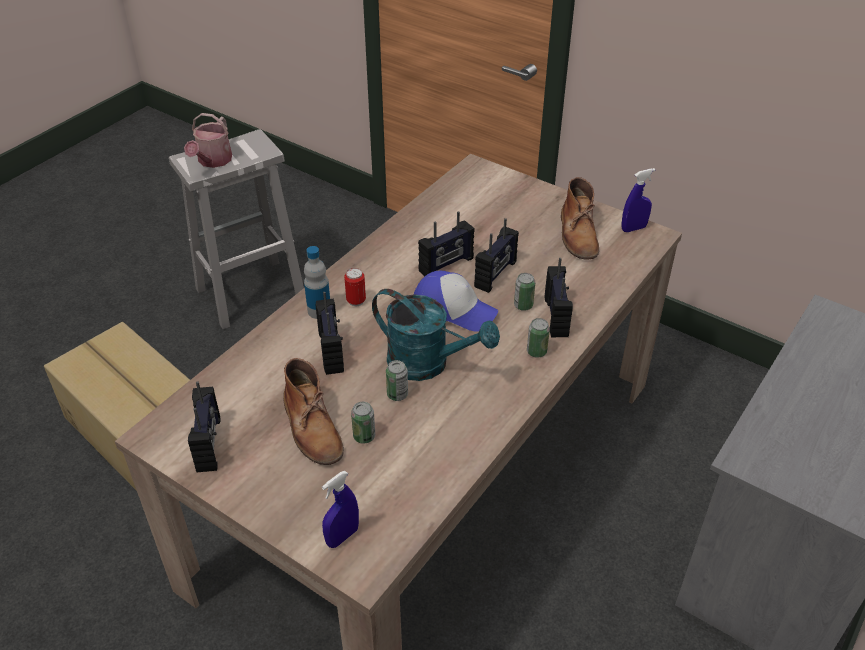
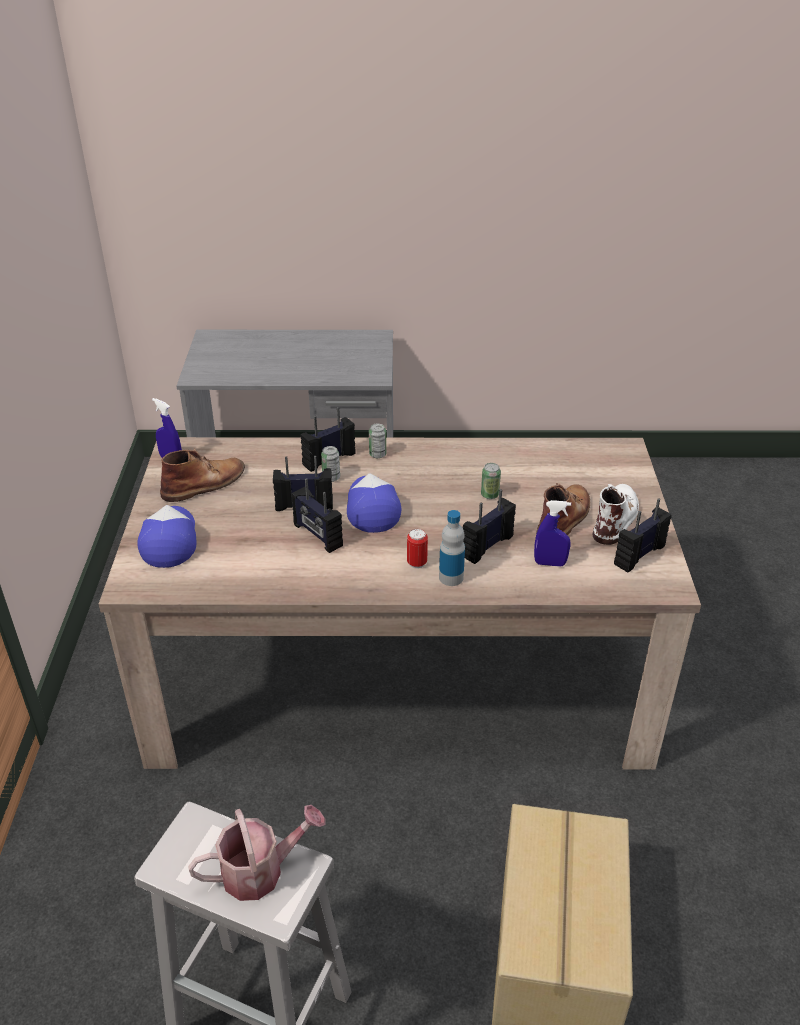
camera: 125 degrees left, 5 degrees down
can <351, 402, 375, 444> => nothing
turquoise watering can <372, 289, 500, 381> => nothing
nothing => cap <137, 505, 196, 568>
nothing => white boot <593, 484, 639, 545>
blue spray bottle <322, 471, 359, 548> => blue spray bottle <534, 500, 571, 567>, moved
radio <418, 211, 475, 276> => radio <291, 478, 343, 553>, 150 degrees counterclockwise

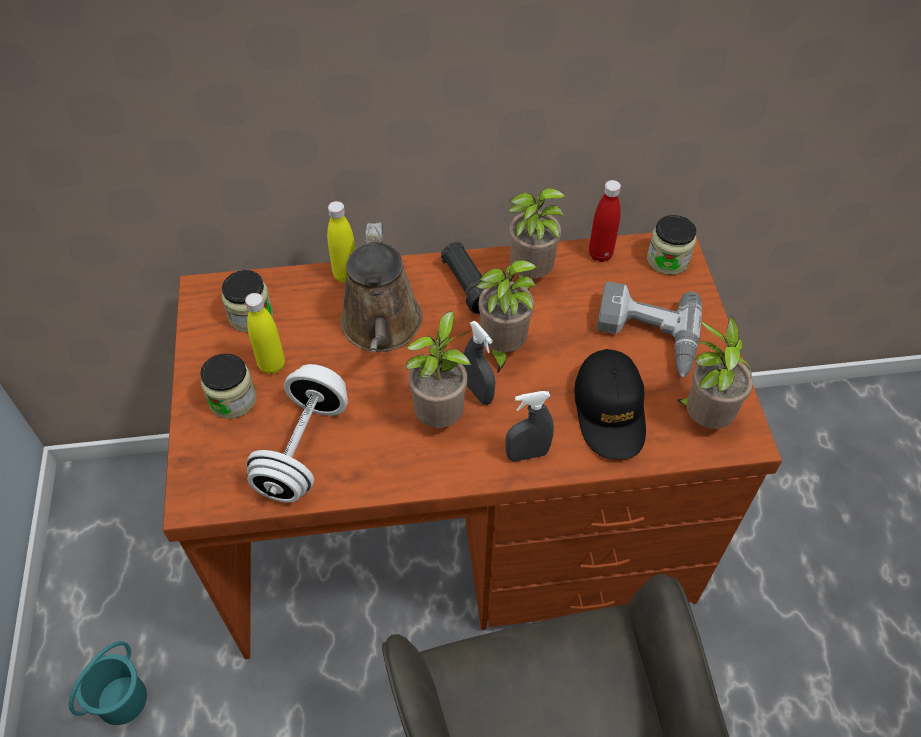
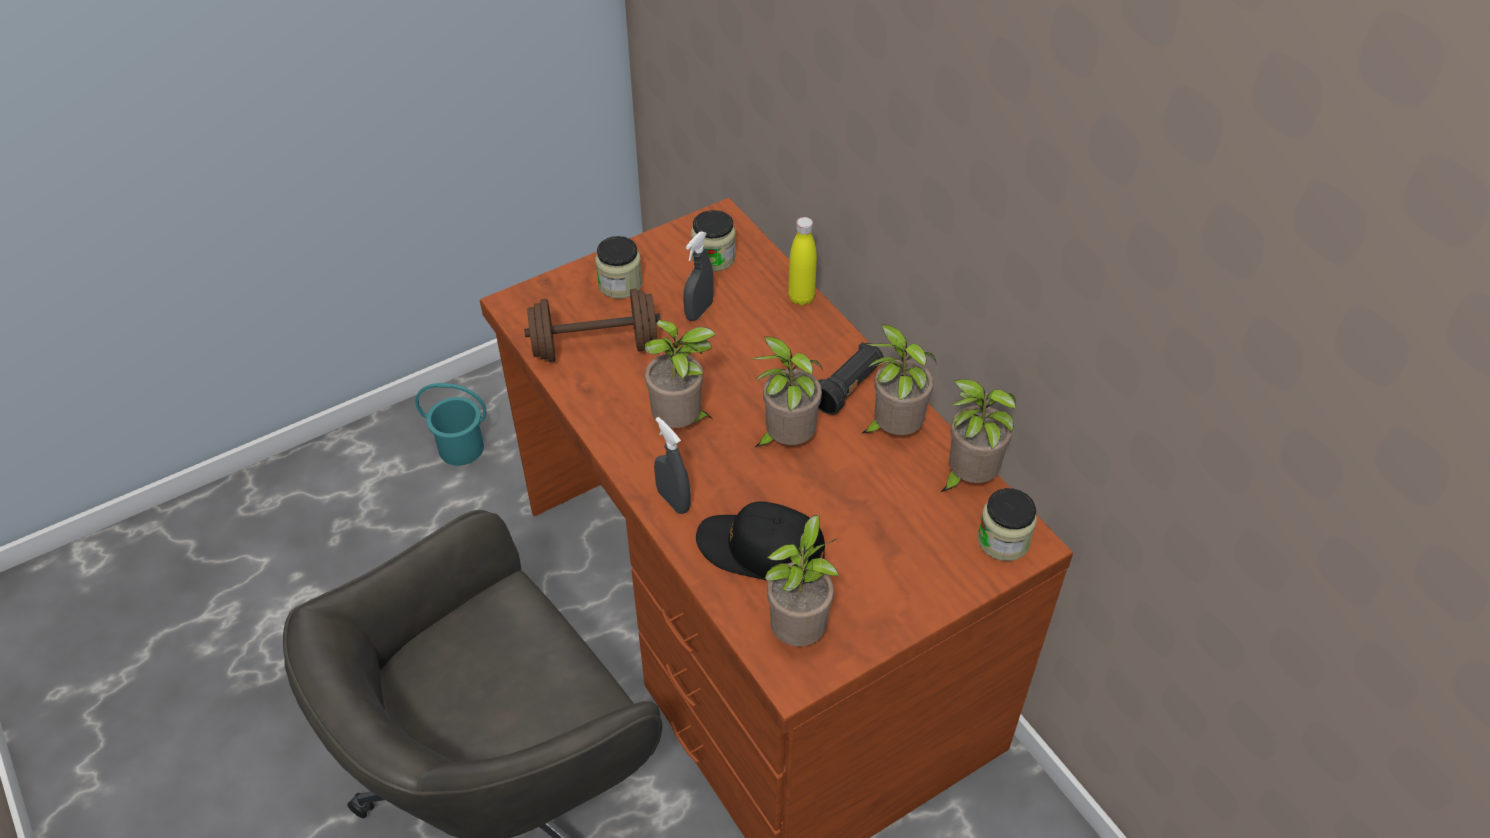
camera: 65 degrees right, 5 degrees down
yellow bottle <245, 293, 285, 374> => nothing
brown watering can <341, 223, 422, 352> => nothing
power drill <597, 282, 702, 377> => nothing
grey spray bottle <463, 321, 495, 405> => grey spray bottle <683, 231, 714, 321>, moved
red bottle <589, 180, 621, 262> => potted plant <941, 379, 1016, 492>
white dumbbell <246, 364, 348, 503> => brown dumbbell <524, 289, 660, 362>
black cap <575, 349, 646, 459> => black cap <696, 501, 825, 580>, 45 degrees clockwise

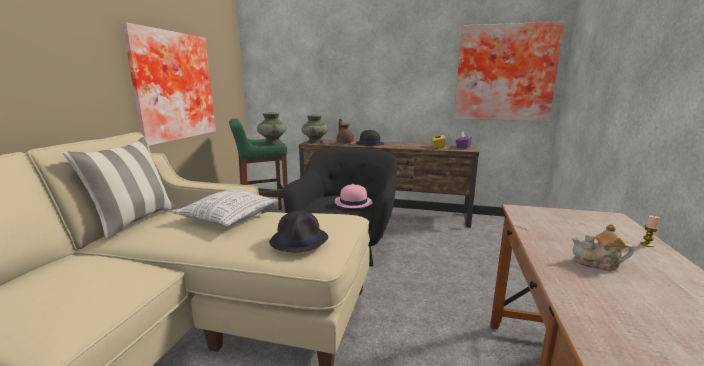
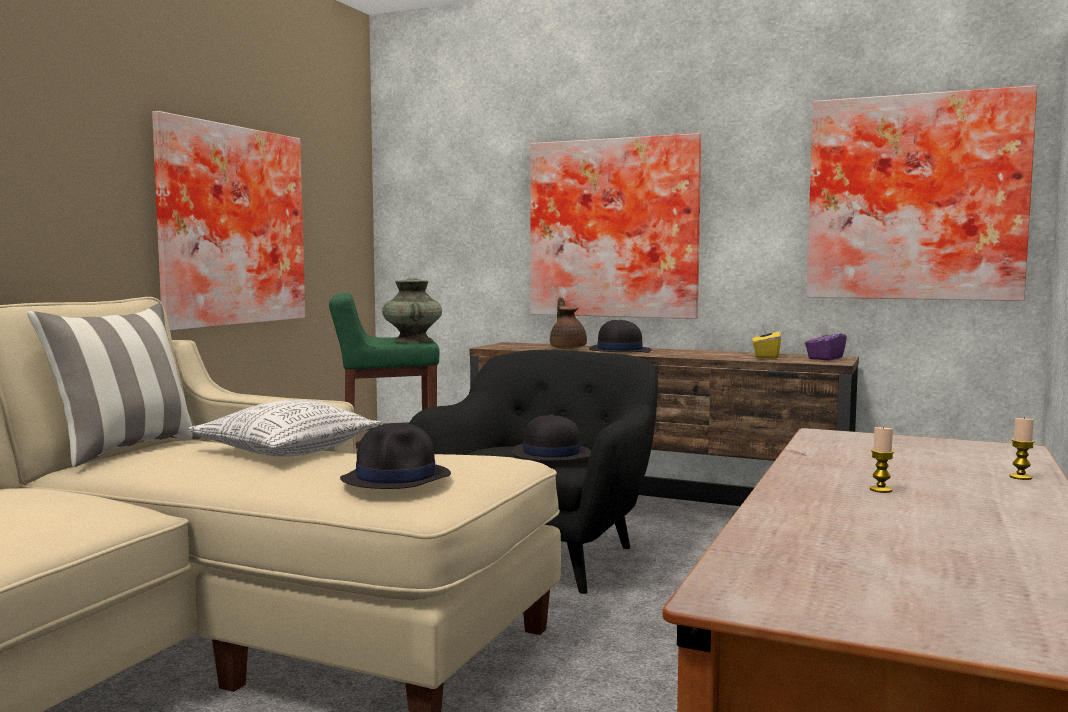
camera: 10 degrees right, 10 degrees down
turquoise vase <301, 114, 328, 144> => nothing
nothing => picture <530, 133, 701, 319>
teapot <571, 224, 634, 271> => candle <870, 426, 894, 493>
pink hat <335, 184, 373, 208> => black hat <512, 414, 591, 461>

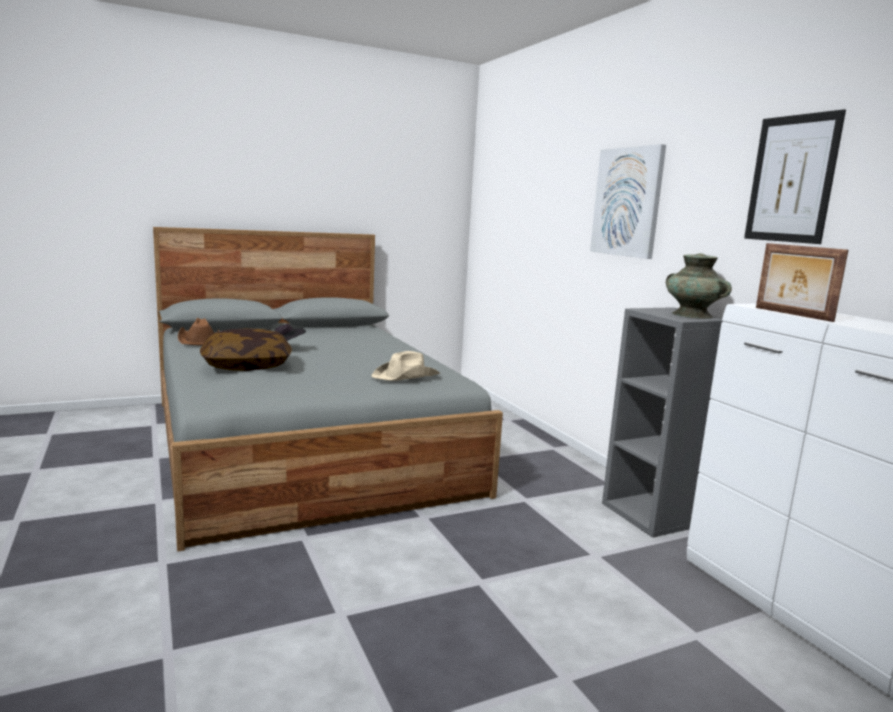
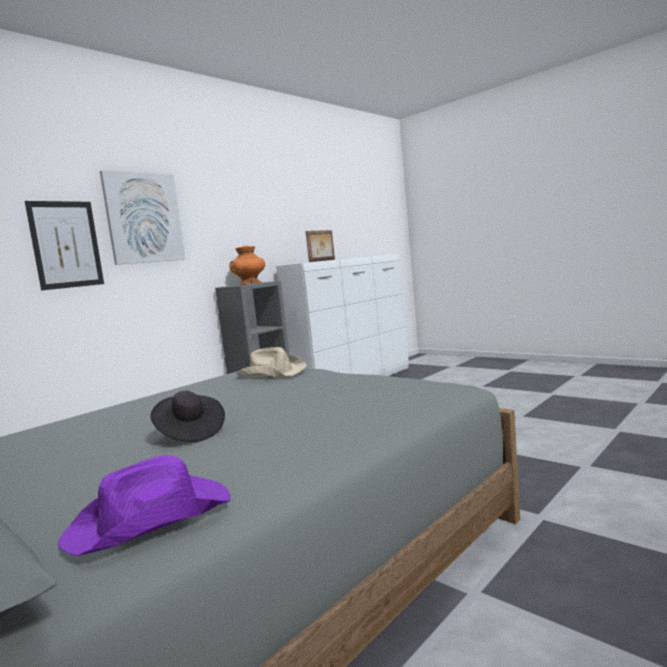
camera: 110 degrees left, 5 degrees down
pillow <200, 328, 292, 371> => nothing
picture <744, 109, 846, 244> => picture <25, 201, 104, 290>, moved
brown hat <178, 318, 219, 345> => purple hat <58, 455, 230, 556>
turquoise vase <665, 253, 732, 319> => orange vase <229, 245, 266, 285>

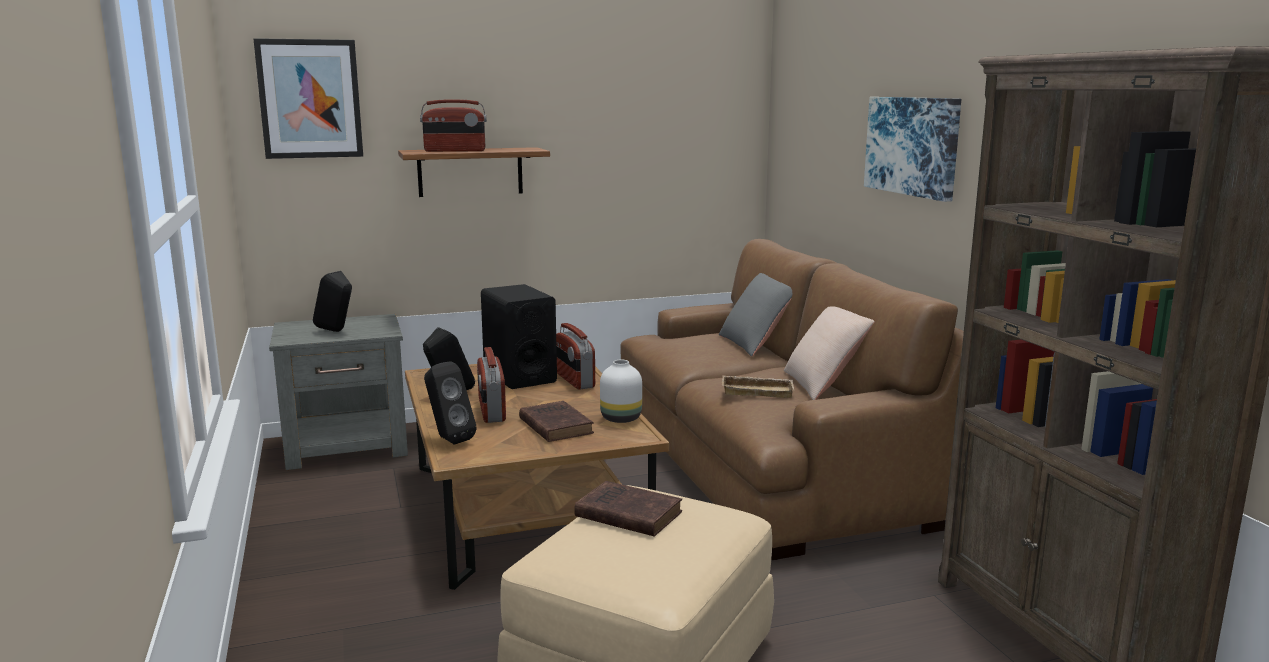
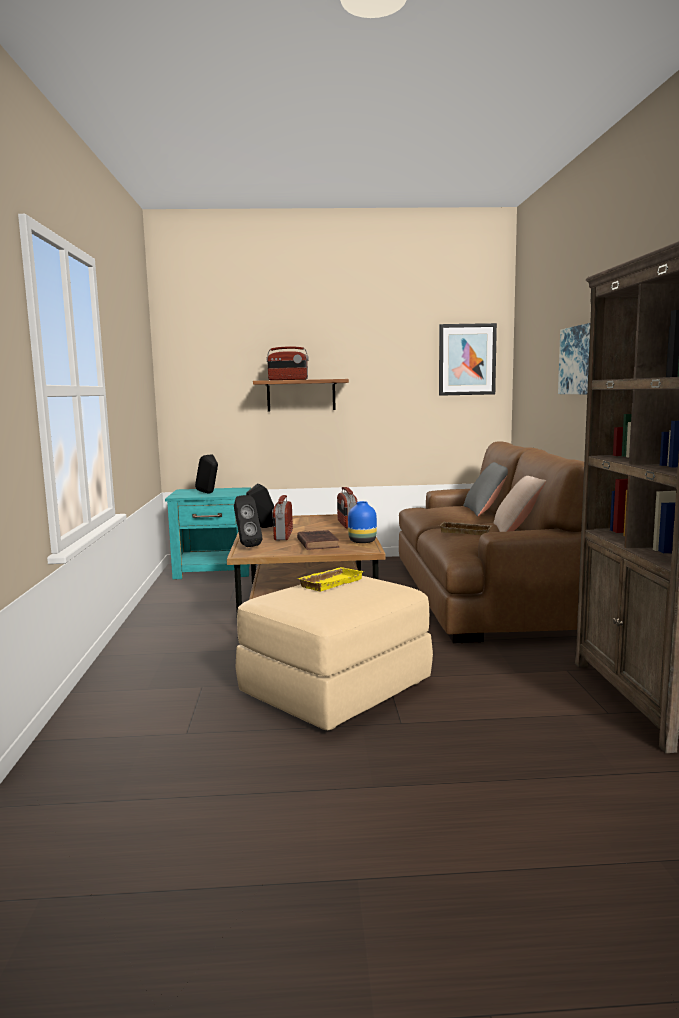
camera: 15 degrees right, 5 degrees down
black speaker <481, 284, 557, 389> => nothing
picture <253, 38, 363, 159> => picture <439, 323, 497, 396>, moved
brown book <574, 481, 682, 537> => yellow tray <296, 567, 364, 591>
grey nightstand <269, 314, 408, 470> => turquoise nightstand <165, 487, 251, 580>
white vase <600, 359, 642, 423> => blue vase <348, 501, 377, 543>

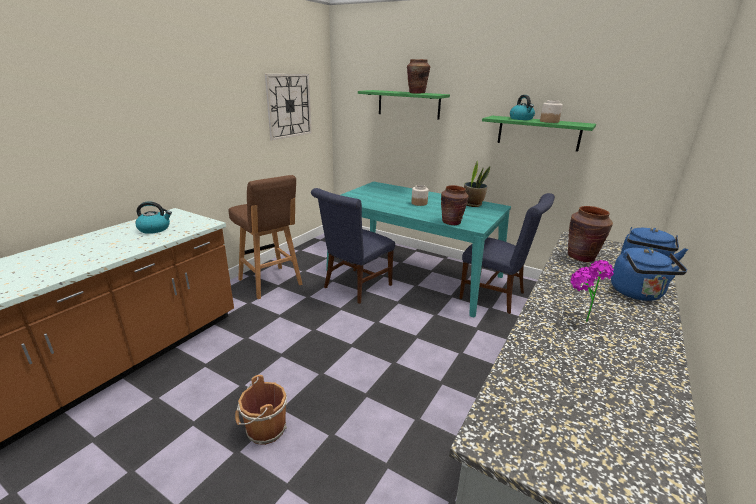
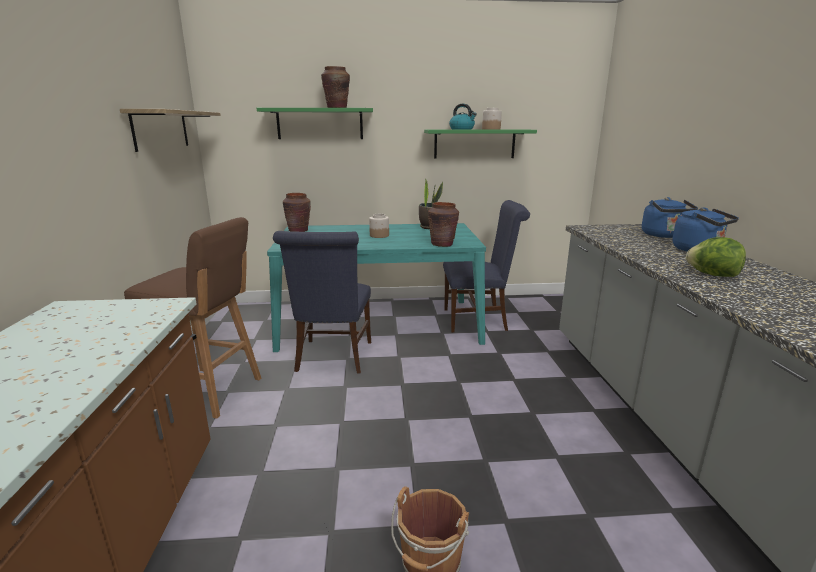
camera: 35 degrees left, 5 degrees down
kettle <135, 201, 172, 234> => nothing
brown vase <568, 206, 613, 262> => brown vase <283, 193, 311, 232>, moved
wall clock <265, 74, 312, 141> => shelf <120, 109, 221, 152>
potted plant <570, 260, 614, 322> => lettuce <686, 237, 746, 277>

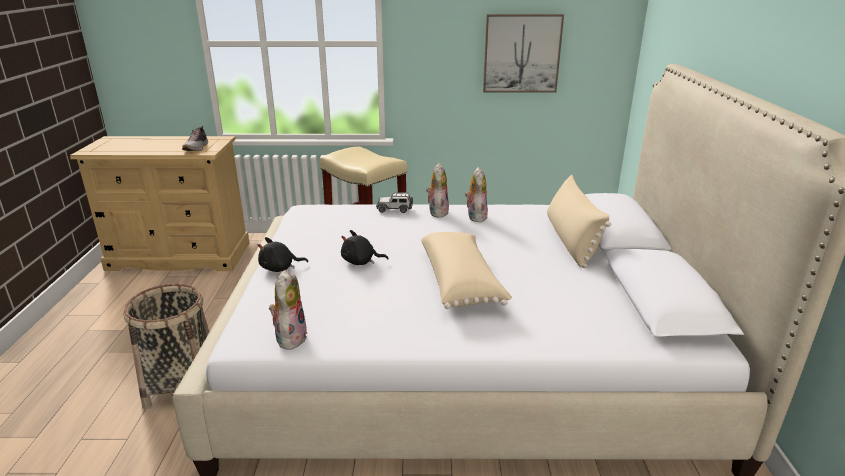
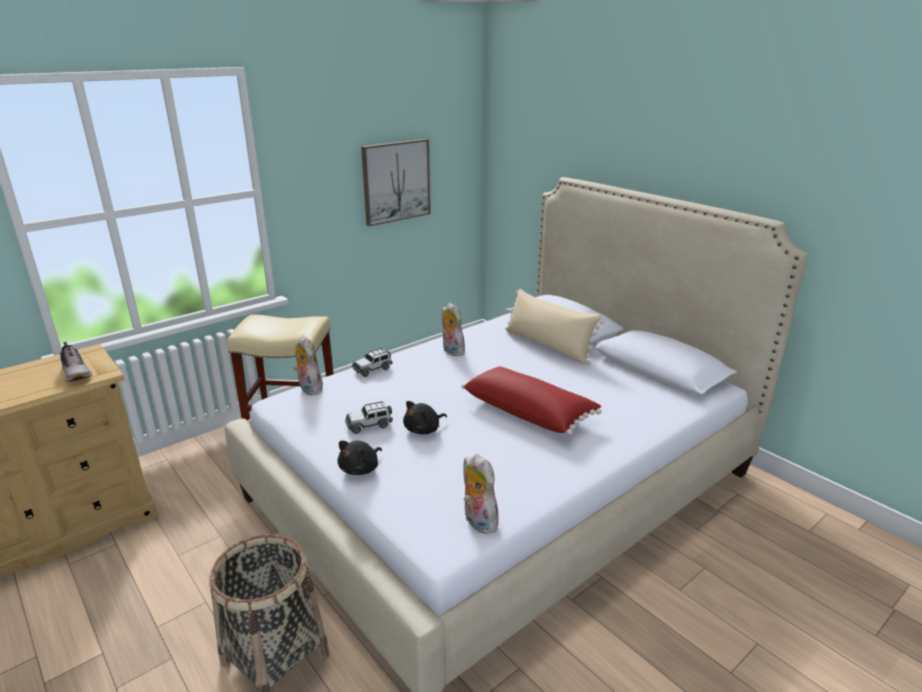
camera: 40 degrees left, 0 degrees up
nothing => toy car <345, 401, 393, 434>
plush toy <426, 163, 449, 218> => plush toy <294, 335, 324, 395>, moved
beige pillow <421, 232, 512, 309> => red pillow <461, 366, 602, 435>

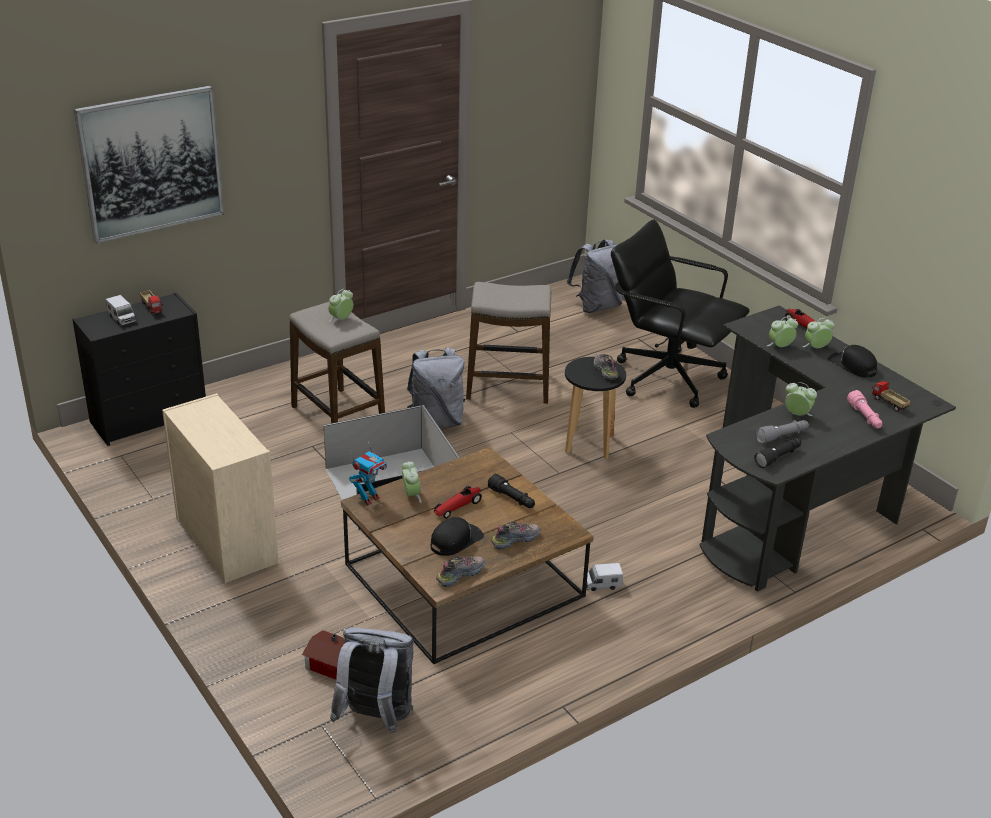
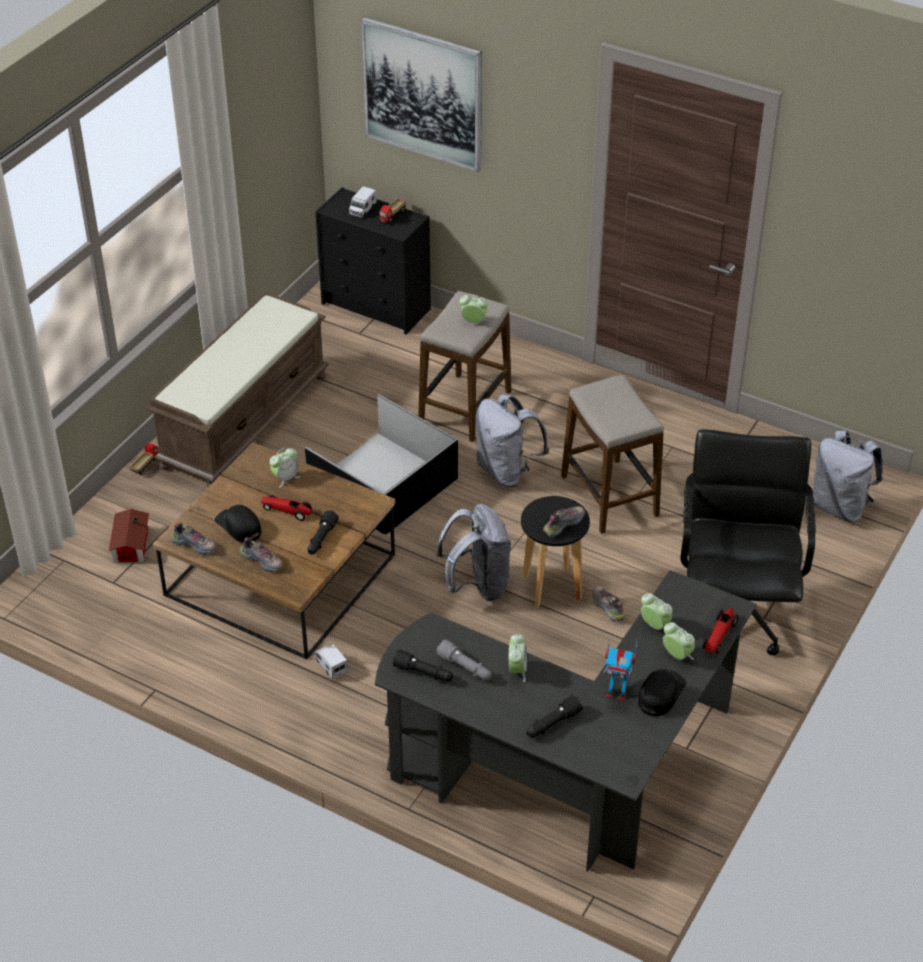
camera: 65 degrees right, 10 degrees up
nothing => shoe <592, 586, 626, 622>
grey backpack <330, 627, 414, 734> => grey backpack <436, 503, 511, 601>, moved
toy robot <349, 440, 387, 505> => toy robot <604, 638, 637, 701>, moved
toy truck <872, 381, 911, 412> => toy truck <129, 443, 159, 475>, moved
beige dresser <162, 393, 279, 583> => brown bench <147, 292, 329, 487>
pink flashlight <847, 390, 882, 428> => black flashlight <526, 695, 583, 738>
black cap <431, 517, 484, 556> => black cap <214, 505, 261, 543>, 150 degrees counterclockwise

